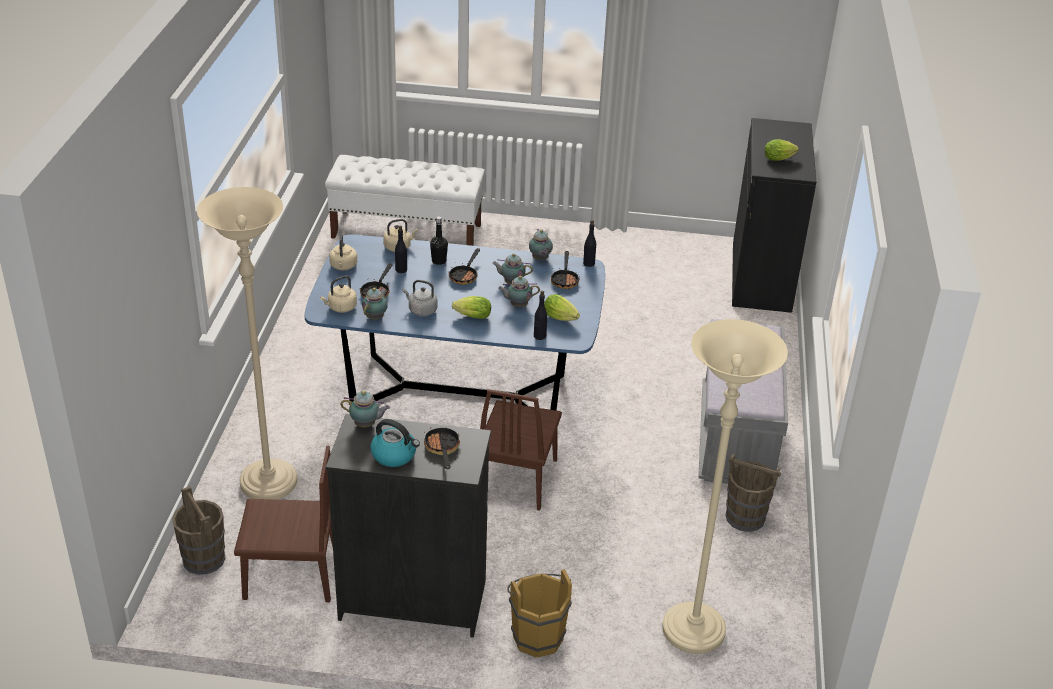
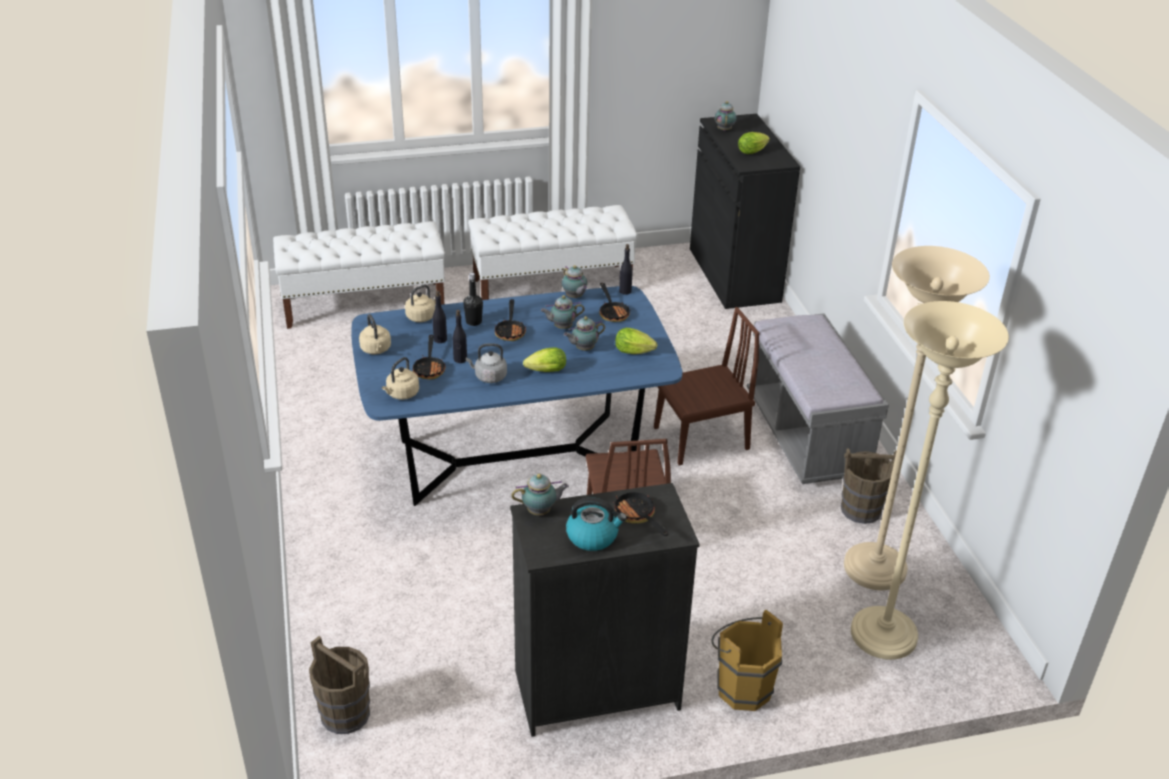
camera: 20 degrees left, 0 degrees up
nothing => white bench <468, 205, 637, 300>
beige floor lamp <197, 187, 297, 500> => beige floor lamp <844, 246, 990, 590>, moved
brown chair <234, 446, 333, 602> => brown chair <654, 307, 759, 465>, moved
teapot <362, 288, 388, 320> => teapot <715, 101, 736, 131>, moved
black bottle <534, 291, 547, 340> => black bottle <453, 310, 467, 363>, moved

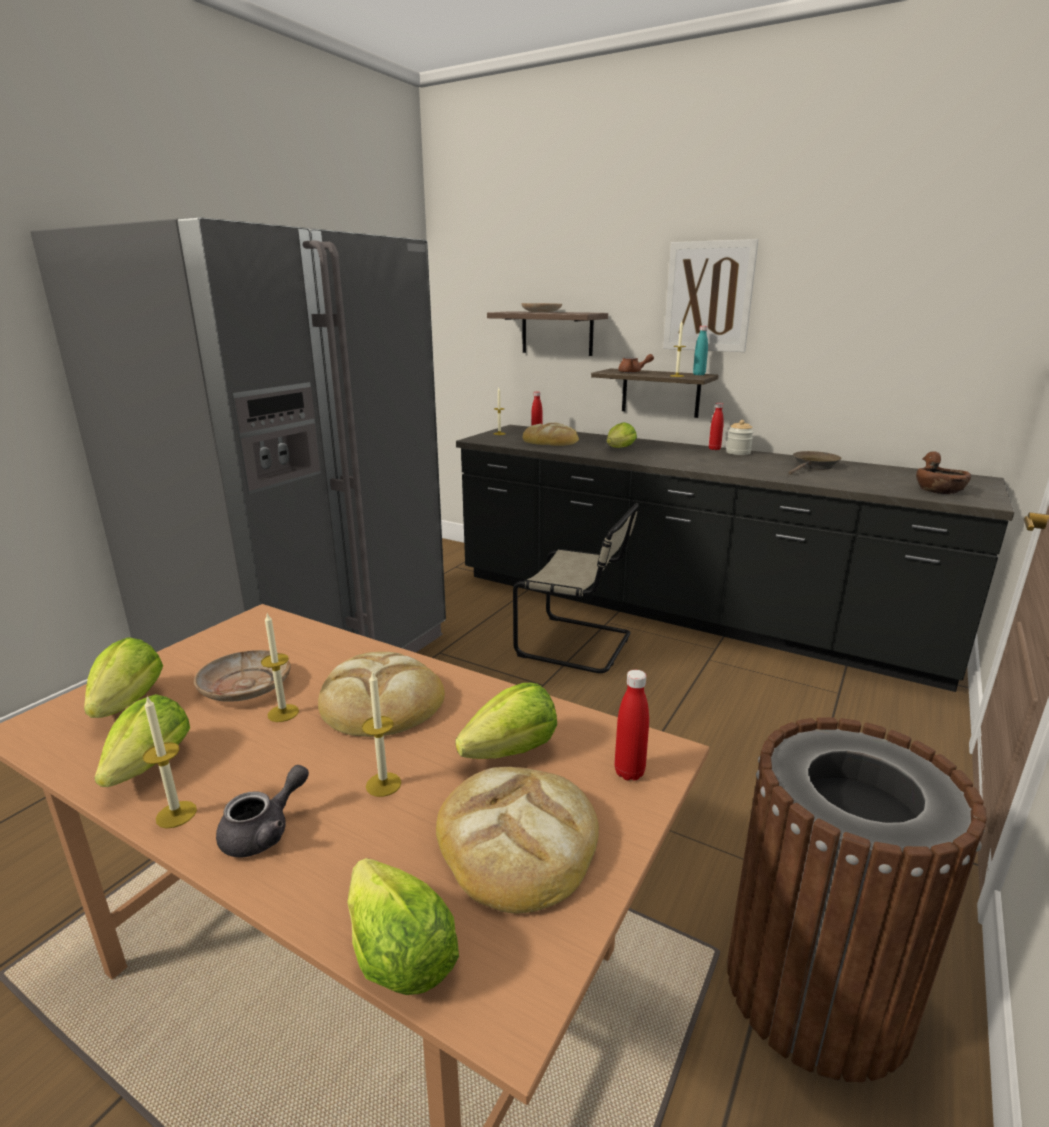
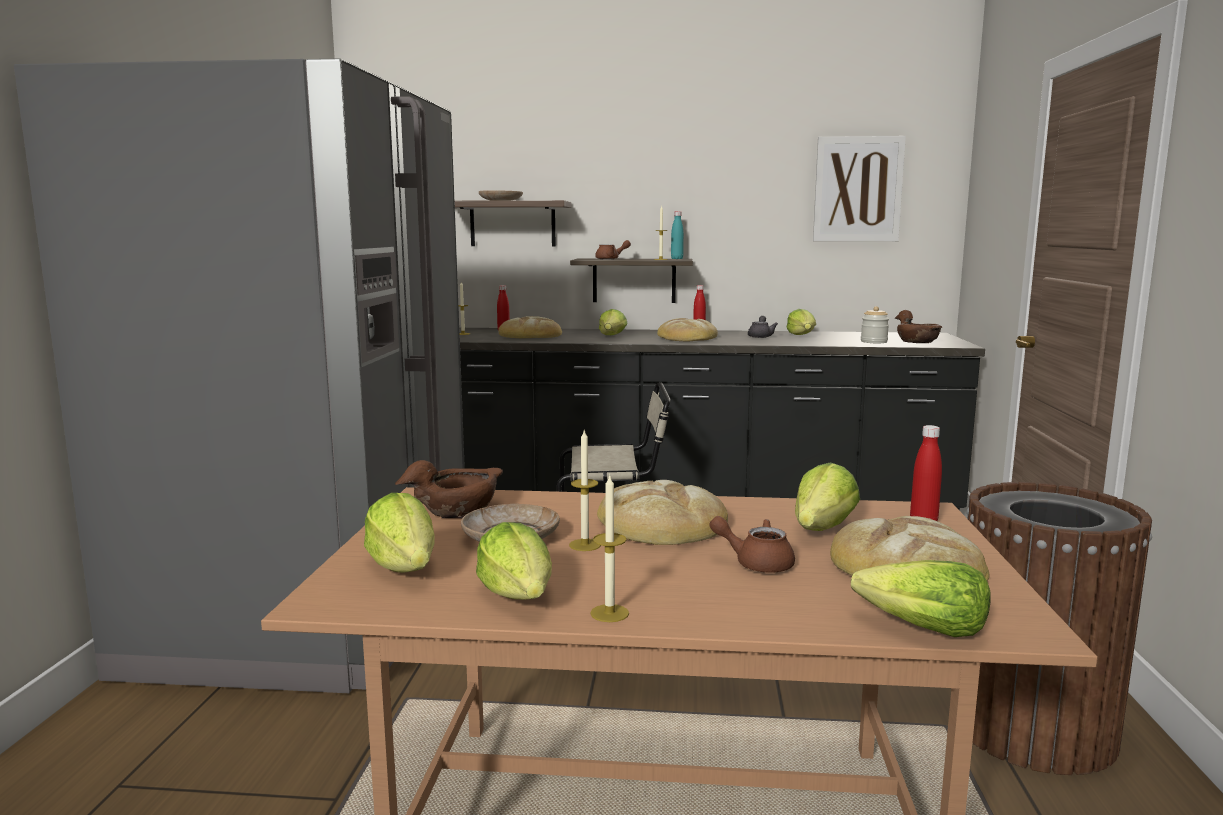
camera: 25 degrees left, 10 degrees down
nothing => brown bowl <395, 460, 503, 518>
nothing => bread <657, 318, 718, 342>
grey teapot <216, 765, 309, 857> => grey teapot <748, 316, 778, 338>, moved
picture <663, 239, 758, 352> => picture <813, 136, 906, 241>, moved
jar <726, 420, 754, 455> => jar <861, 306, 889, 343>, moved
candle <362, 671, 401, 797> => brown teapot <710, 516, 795, 573>
brown frying pan <789, 451, 842, 475> => lettuce <786, 309, 816, 335>

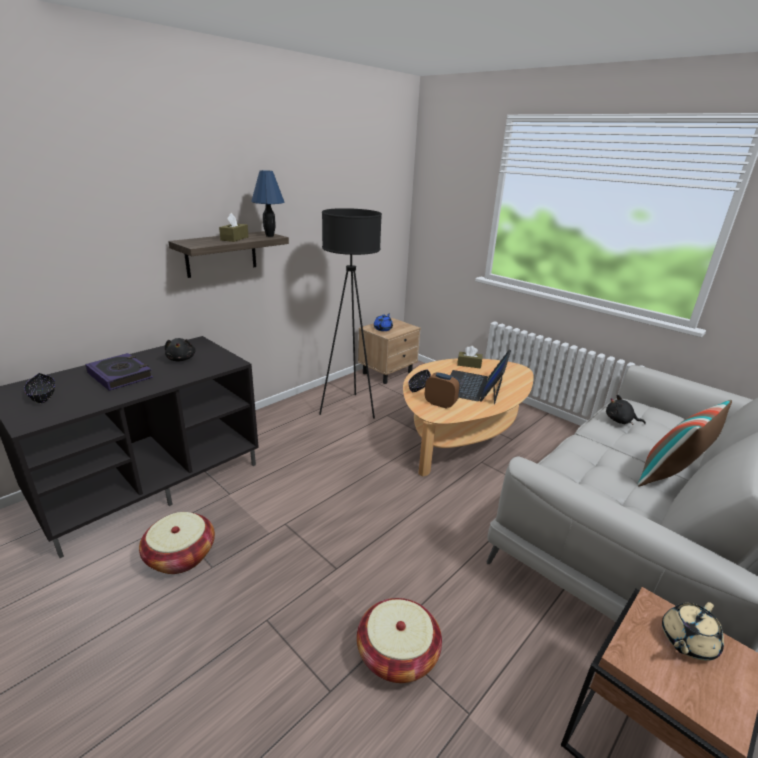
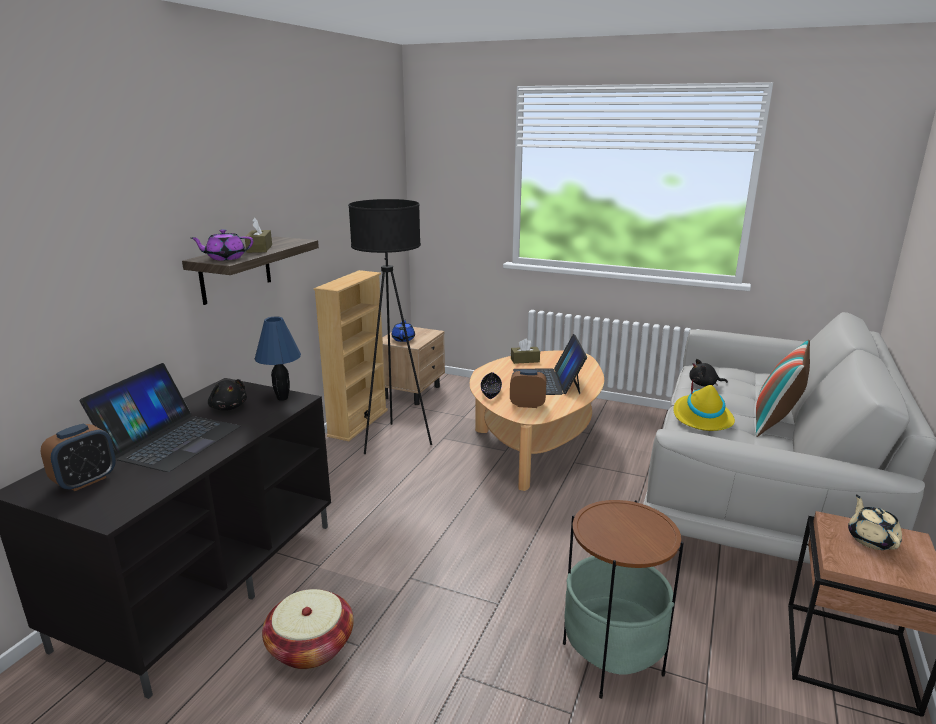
camera: 20 degrees left, 5 degrees down
nothing => purple teapot <190, 229, 253, 260>
nothing => beige bookcase <314, 270, 388, 441>
nothing => yellow hat <674, 380, 735, 431>
blue table lamp <251, 170, 284, 237> => blue table lamp <255, 317, 301, 401>, moved
black bowl <24, 373, 55, 403> => alarm clock <41, 424, 116, 491>
book <85, 353, 153, 391> => laptop <79, 363, 240, 472>
basket <357, 598, 442, 683> => side table <563, 500, 684, 699>
beige teapot <662, 602, 724, 661> => beige teapot <848, 495, 902, 550>, 150 degrees clockwise

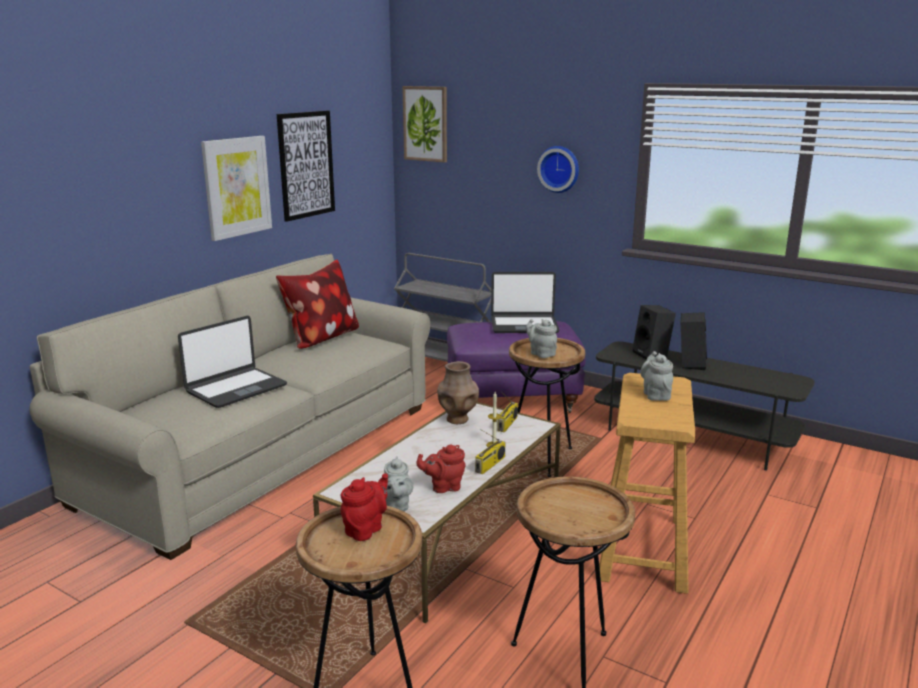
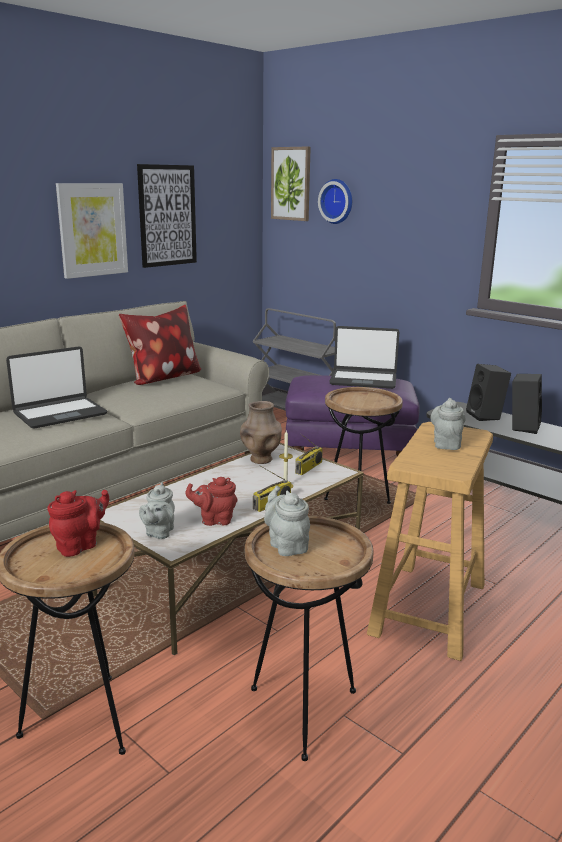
camera: 10 degrees right, 0 degrees up
grey teapot <526, 319, 557, 358> => grey teapot <264, 486, 310, 556>, moved
wall clock <537, 146, 579, 193> => wall clock <318, 179, 352, 224>, moved

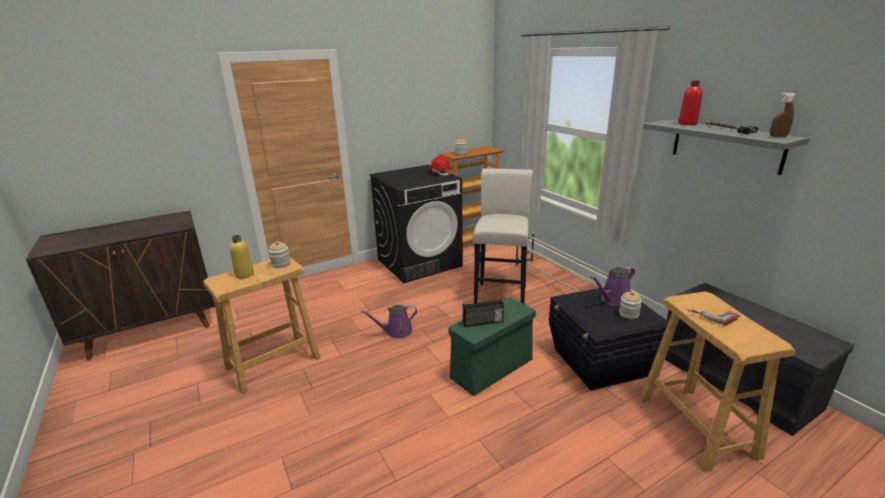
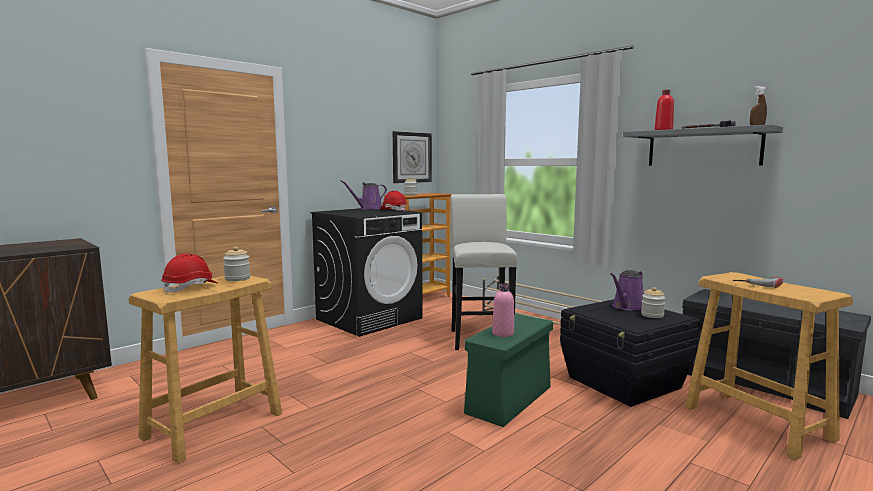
camera: 15 degrees left, 15 degrees down
nothing => wall clock <393, 131, 432, 183>
purple watering can <361, 305, 417, 338> => purple watering can <341, 180, 387, 210>, moved
yellow bottle <230, 235, 254, 279> => red hard hat <161, 253, 218, 294>
radio <463, 299, 504, 327> => pink bottle <492, 283, 514, 337>

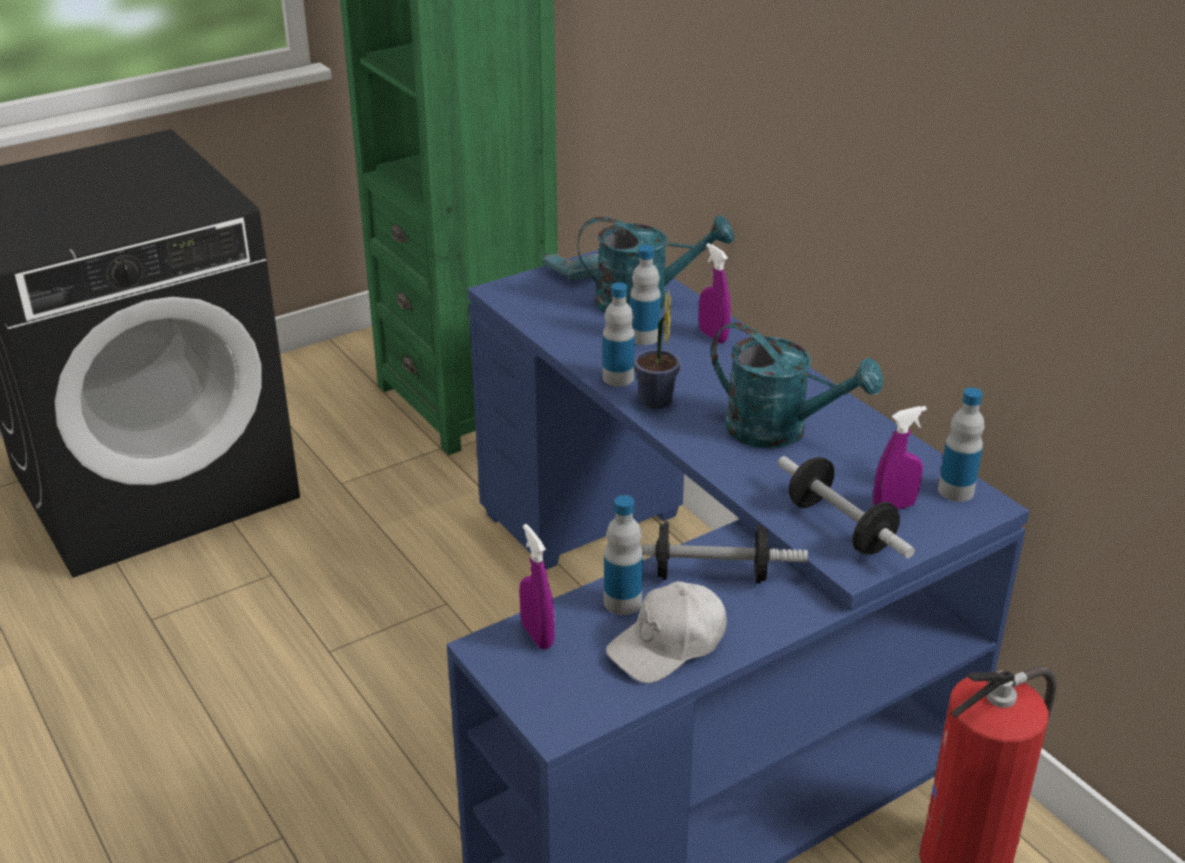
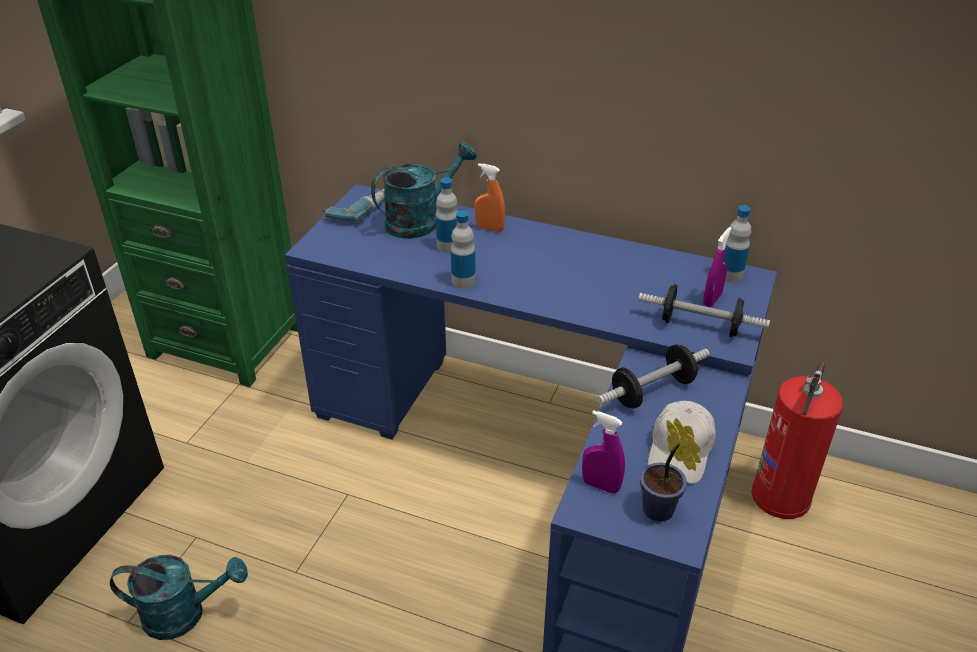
camera: 35 degrees left, 5 degrees up
bottle <604, 495, 643, 615> => nothing
potted plant <633, 290, 681, 409> => potted plant <640, 418, 701, 522>, moved
turquoise watering can <711, 322, 883, 449> => turquoise watering can <110, 555, 248, 640>, moved
purple spray bottle <699, 243, 731, 343> => orange spray bottle <474, 163, 505, 232>

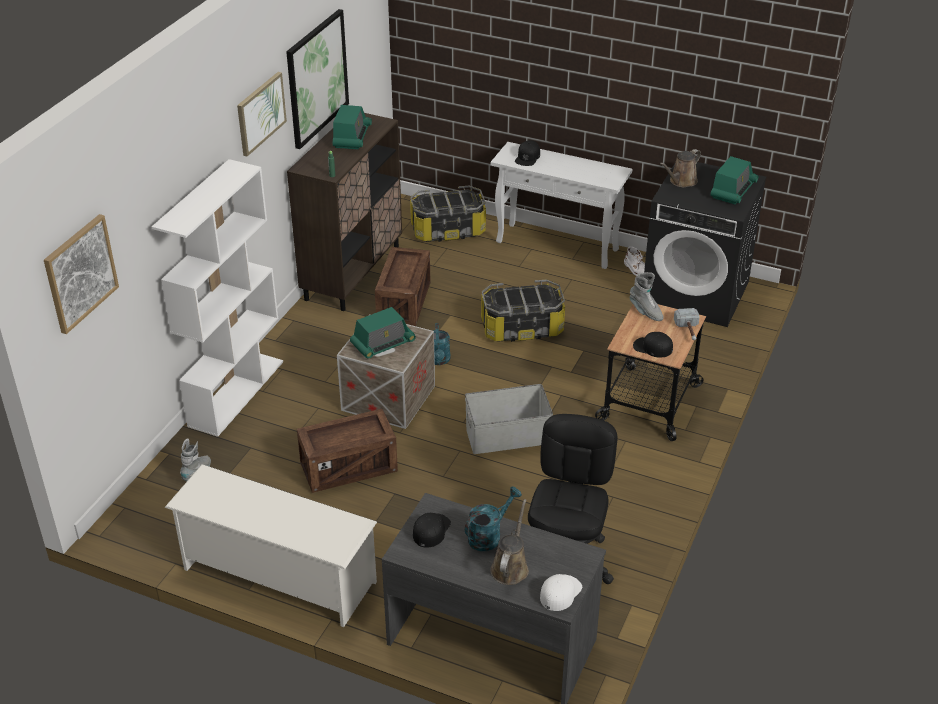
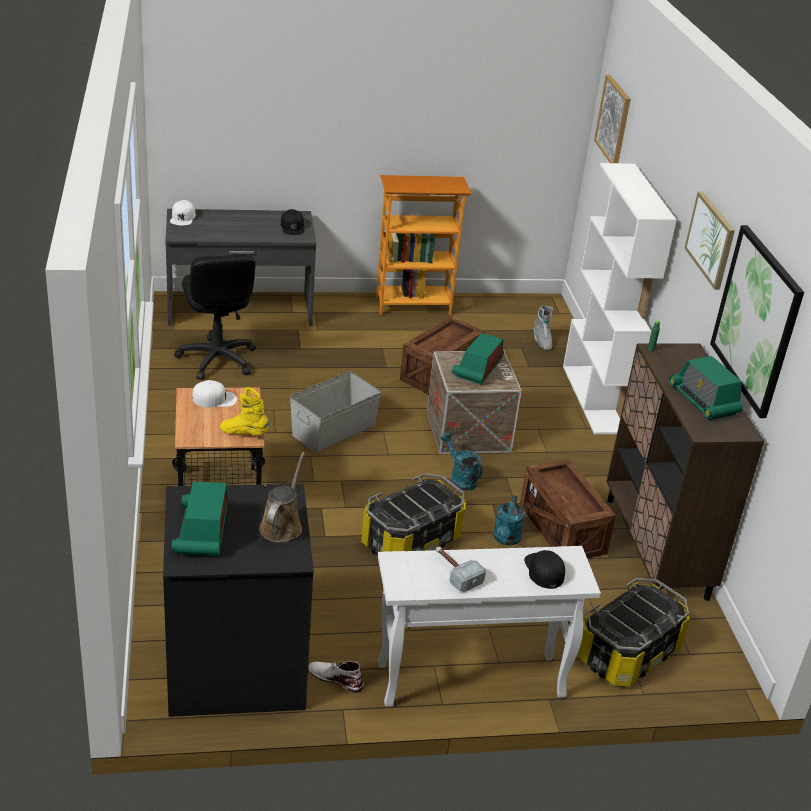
camera: 145 degrees right, 5 degrees down
brown watering can <490, 499, 529, 585> => nothing
turquoise watering can <465, 486, 522, 551> => turquoise watering can <493, 495, 525, 545>, moved
hammer <674, 308, 700, 340> => hammer <436, 546, 486, 592>, moved
white shoe rack <165, 464, 377, 627> => bookcase <376, 175, 471, 315>
grey boot <630, 272, 664, 321> => yellow boot <220, 387, 269, 435>
black cap <633, 332, 673, 357> => white cap <192, 380, 237, 407>

